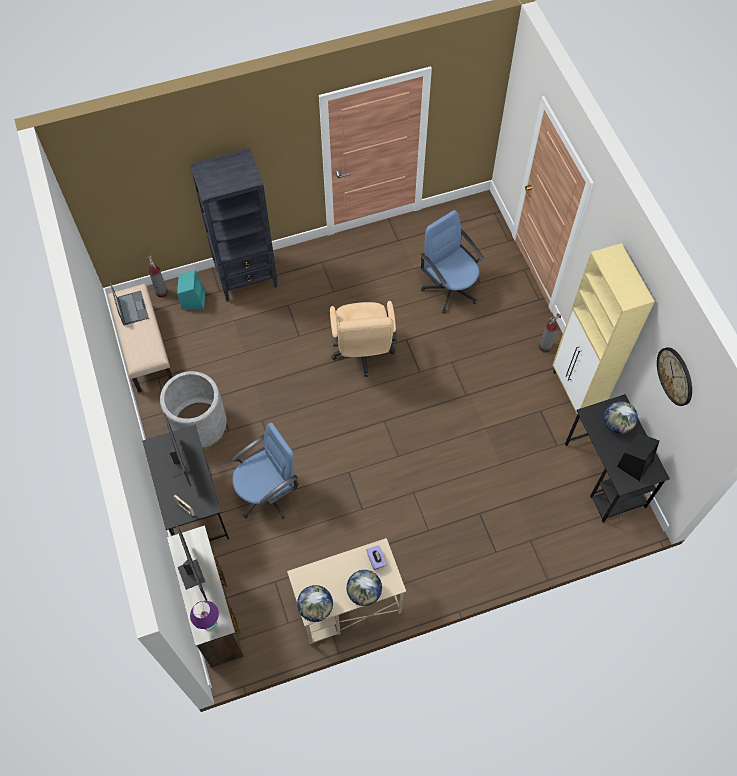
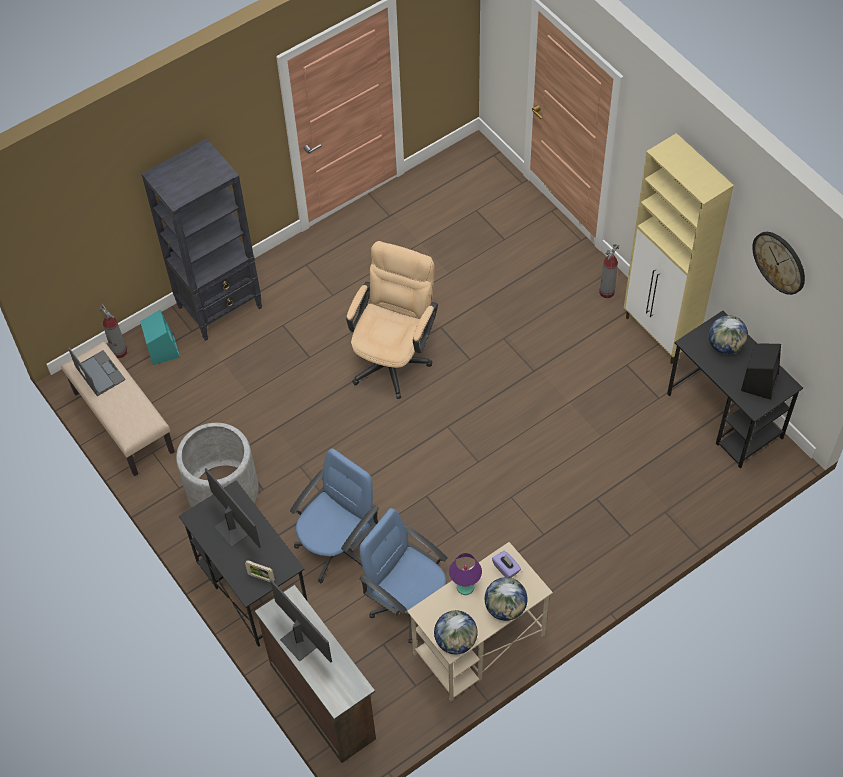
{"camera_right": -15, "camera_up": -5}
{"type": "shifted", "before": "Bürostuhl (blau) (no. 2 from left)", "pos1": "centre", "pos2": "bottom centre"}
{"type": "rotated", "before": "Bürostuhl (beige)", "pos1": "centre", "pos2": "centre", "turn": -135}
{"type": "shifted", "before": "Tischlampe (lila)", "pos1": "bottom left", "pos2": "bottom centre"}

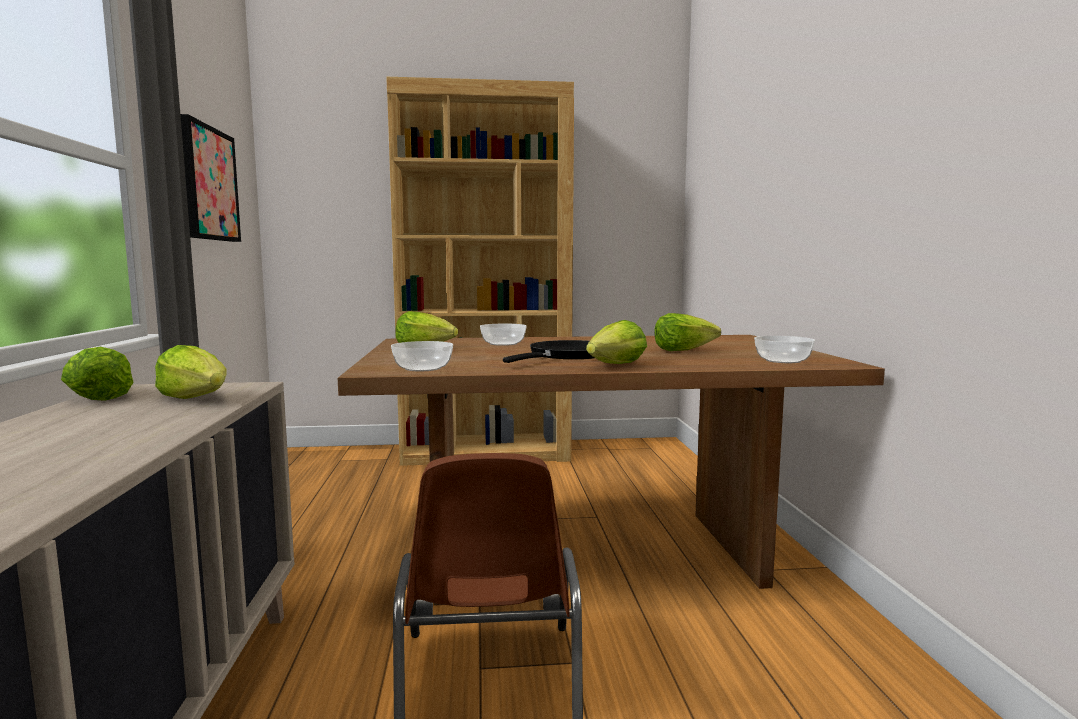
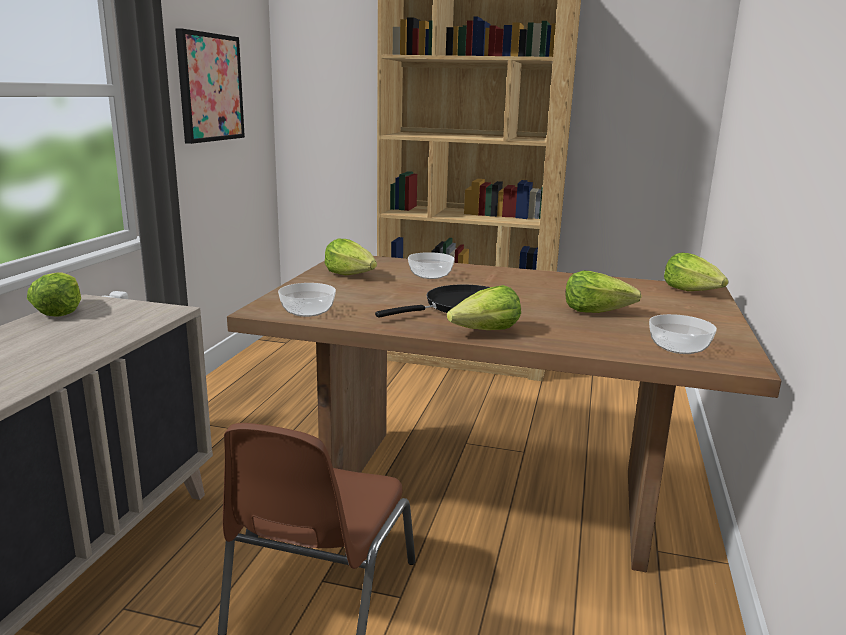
{"camera_right": 20, "camera_up": 10}
{"type": "shifted", "before": "Salatkopf (no. 2 from left in the first image)", "after": "Salatkopf (no. 5 from left)", "pos1": "middle left", "pos2": "middle right"}

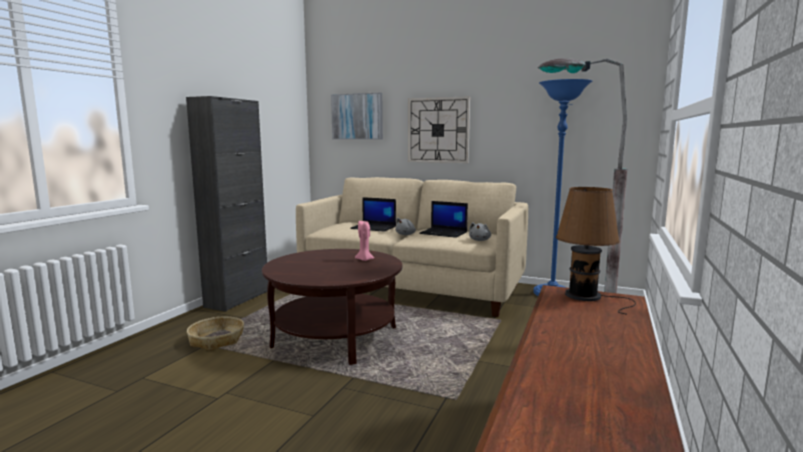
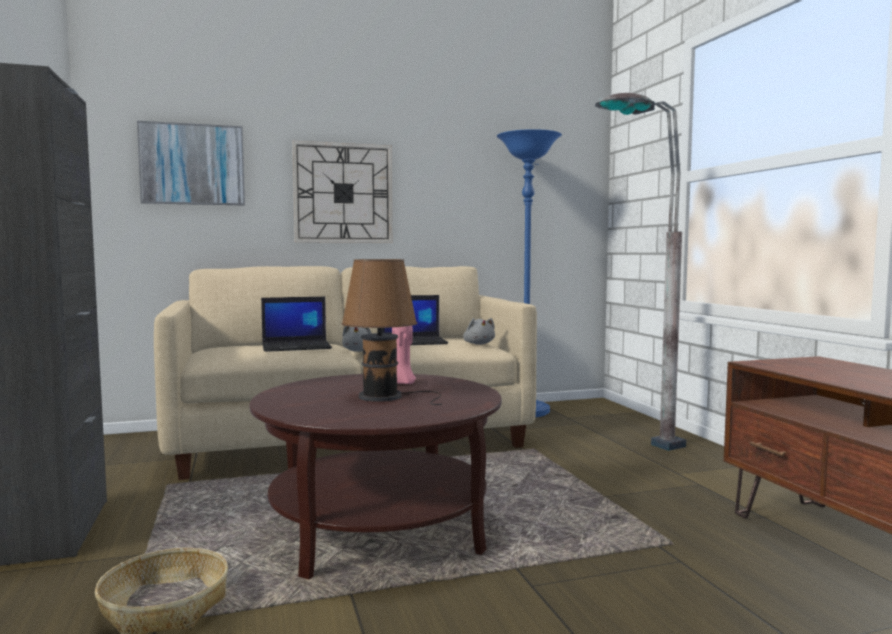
{"camera_right": -40, "camera_up": -5}
{"type": "shifted", "before": "Tischlampe (braun)", "pos1": "middle right", "pos2": "centre"}

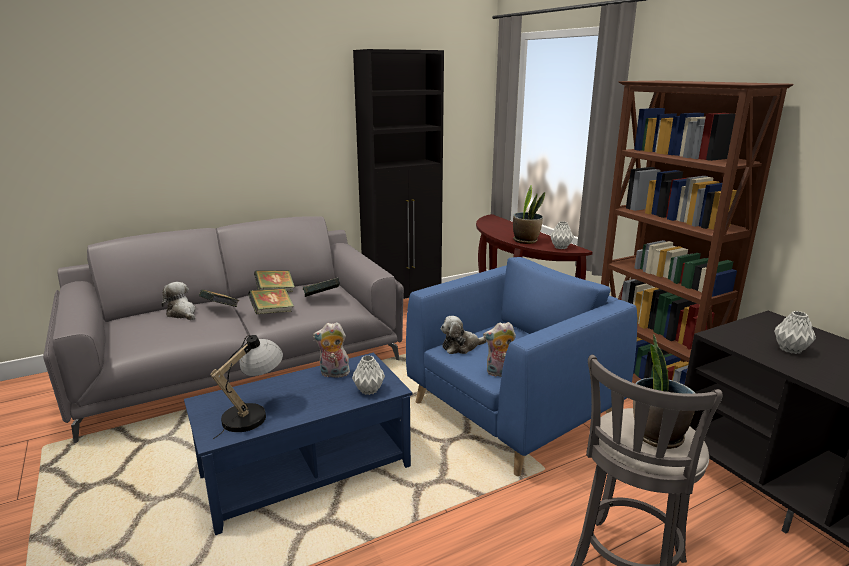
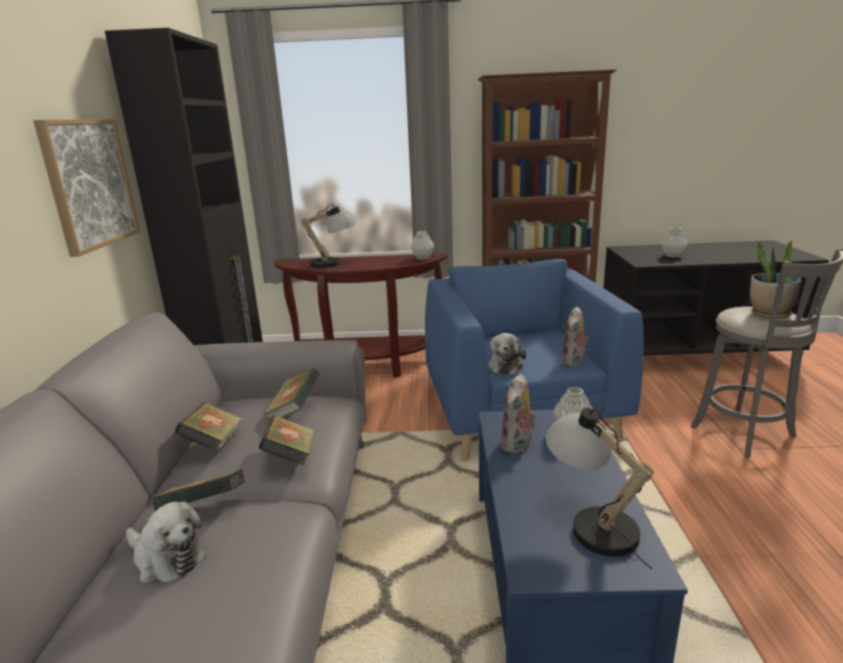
{"camera_right": -60, "camera_up": 0}
{"type": "gone", "before": "Topfpflanze (no. 1 from left)", "pos1": "centre"}
{"type": "rotated", "before": "Plüschtier (no. 1 from left)", "pos1": "middle left", "pos2": "bottom left", "turn": -135}
{"type": "new", "after": "Bild", "pos2": "top left"}
{"type": "new", "after": "Tischlampe (no. 1 from left)", "pos2": "centre"}

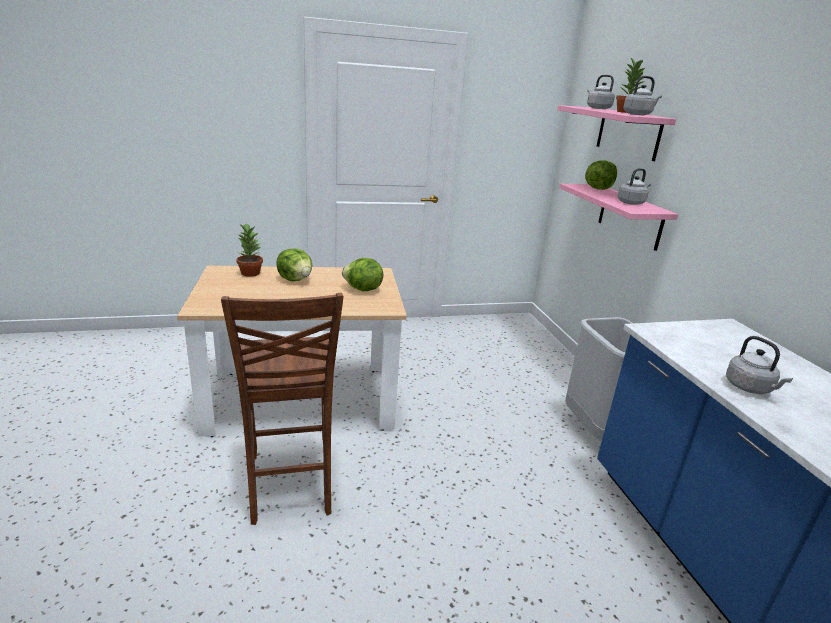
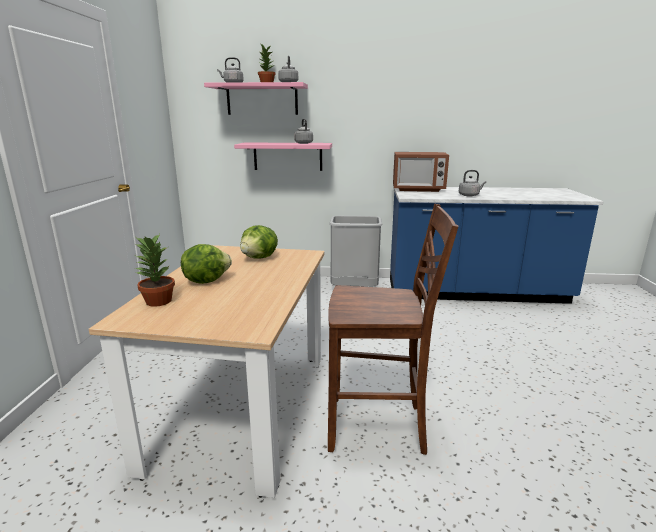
{"camera_right": -70, "camera_up": -5}
{"type": "gone", "before": "Salatkopf (no. 3 from left)", "pos1": "top right"}
{"type": "new", "after": "Mikrowelle", "pos2": "top centre"}

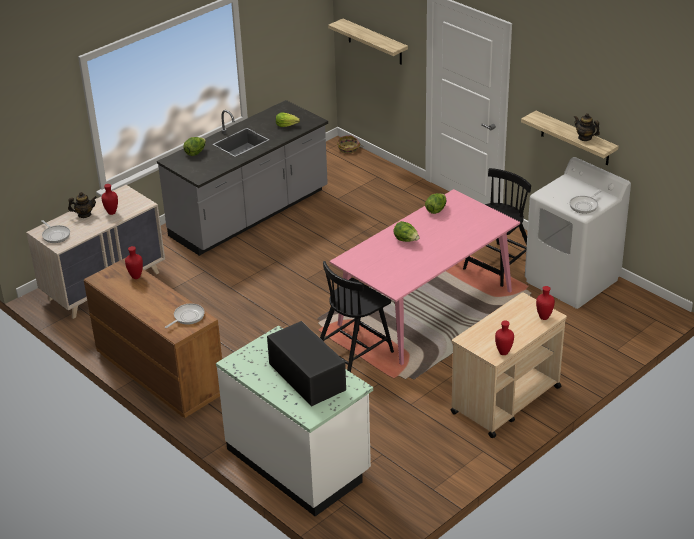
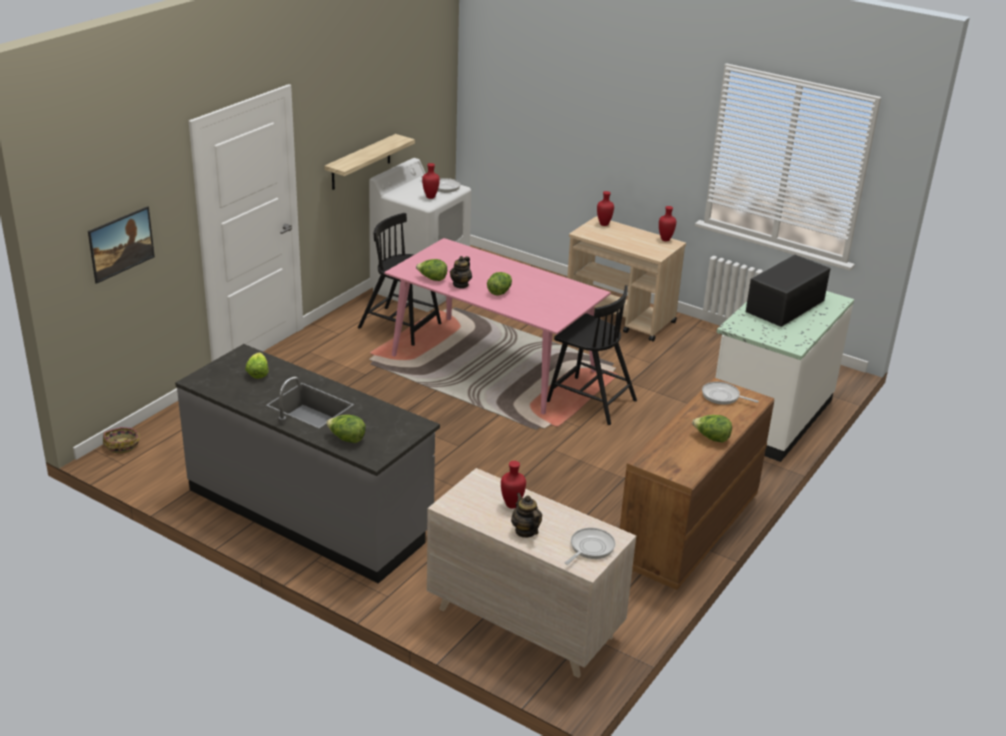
{"camera_right": -105, "camera_up": -5}
{"type": "swapped", "before": "Wandregal (no. 1 from left)", "after": "Bild", "pos1": "top centre", "pos2": "top left"}
{"type": "shifted", "before": "Teekanne (no. 2 from left in the first image)", "after": "Teekanne (no. 1 from left)", "pos1": "top right", "pos2": "centre"}
{"type": "shifted", "before": "Vase (rot) (no. 2 from left in the first image)", "after": "Vase (rot) (no. 1 from left)", "pos1": "middle left", "pos2": "top centre"}
{"type": "new", "after": "Salatkopf (no. 5 from left)", "pos2": "middle right"}

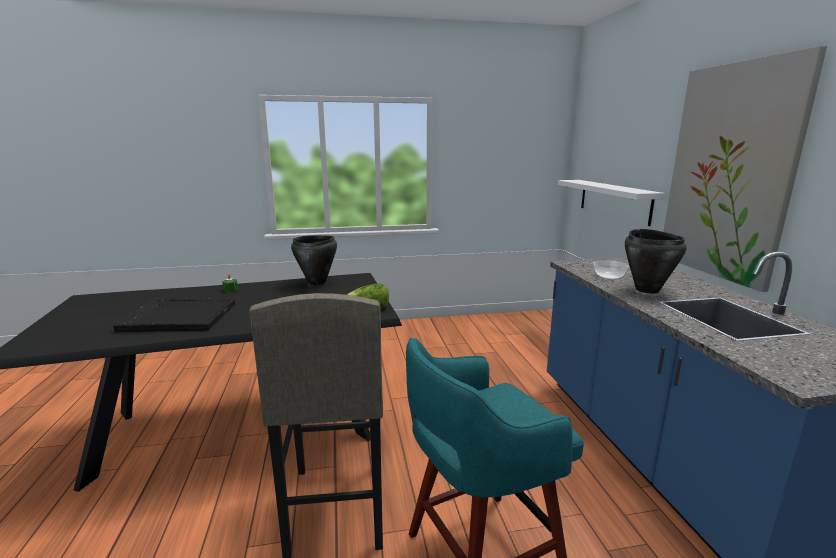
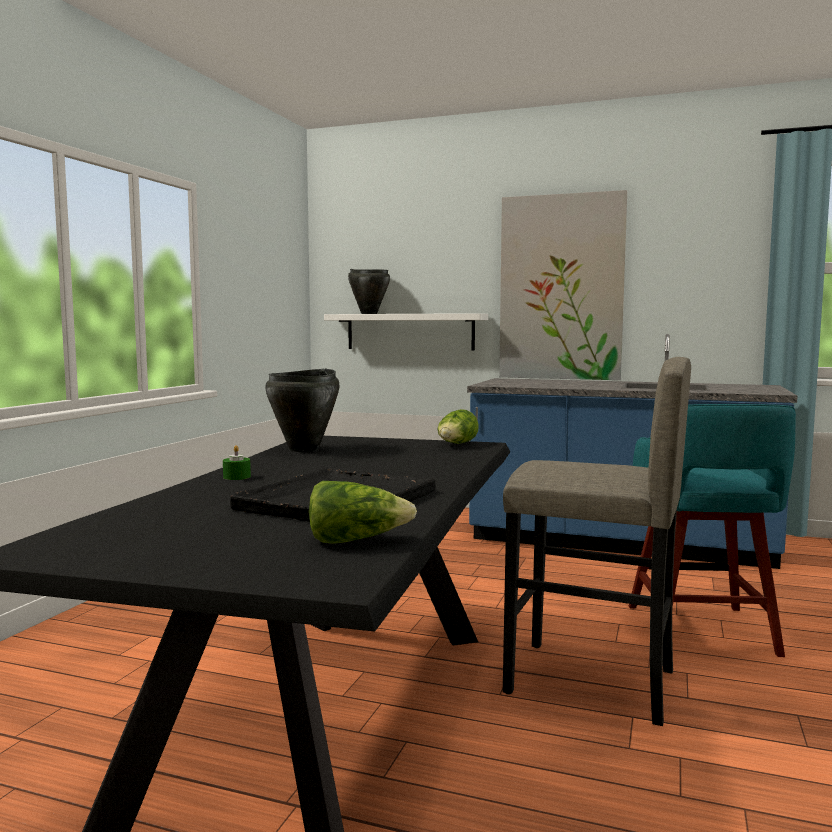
{"camera_right": -60, "camera_up": -10}
{"type": "shifted", "before": "Kochtopf (schwarz) (no. 2 from left)", "pos1": "middle right", "pos2": "centre"}
{"type": "gone", "before": "Schüssel", "pos1": "middle right"}
{"type": "new", "after": "Salatkopf (no. 1 from left)", "pos2": "centre"}

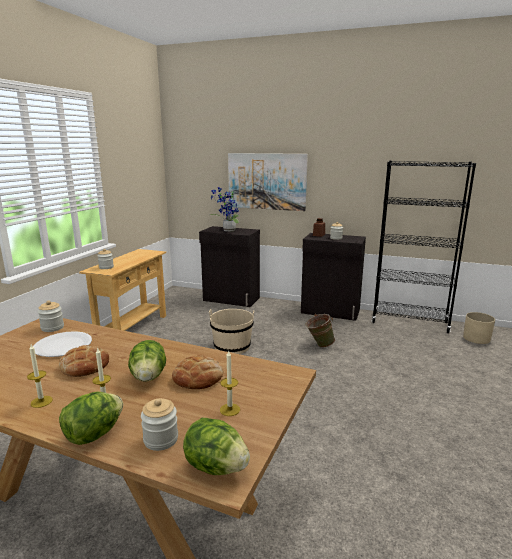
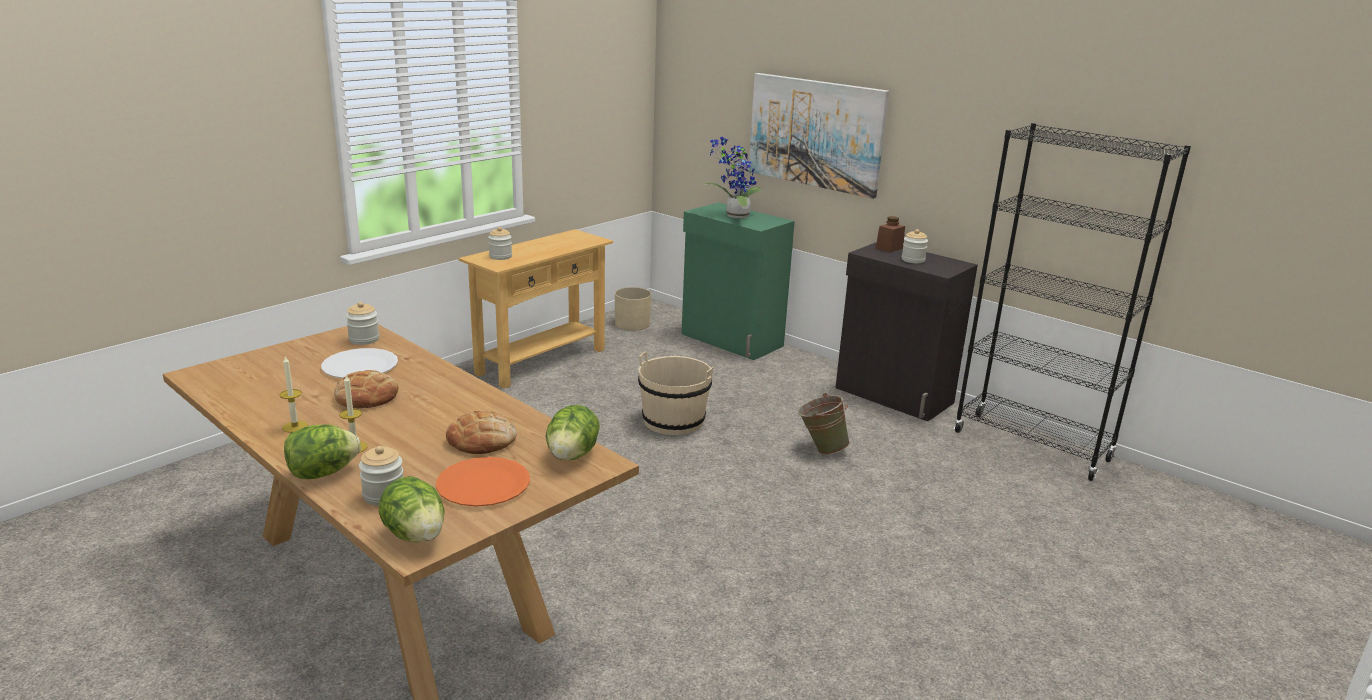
{"camera_right": 20, "camera_up": 5}
{"type": "repainted", "before": "Schrank (schwarz) (no. 1 from left)", "after": "Schrank (grün)", "pos1": "centre", "pos2": "centre"}
{"type": "shifted", "before": "Pflanzkübel (beige)", "pos1": "middle right", "pos2": "centre"}
{"type": "shifted", "before": "Salatkopf (no. 2 from left in the first image)", "after": "Salatkopf (no. 3 from left)", "pos1": "middle left", "pos2": "centre"}
{"type": "swapped", "before": "Kerze (no. 3 from left)", "after": "Teller (orange)", "pos1": "bottom centre", "pos2": "bottom centre"}

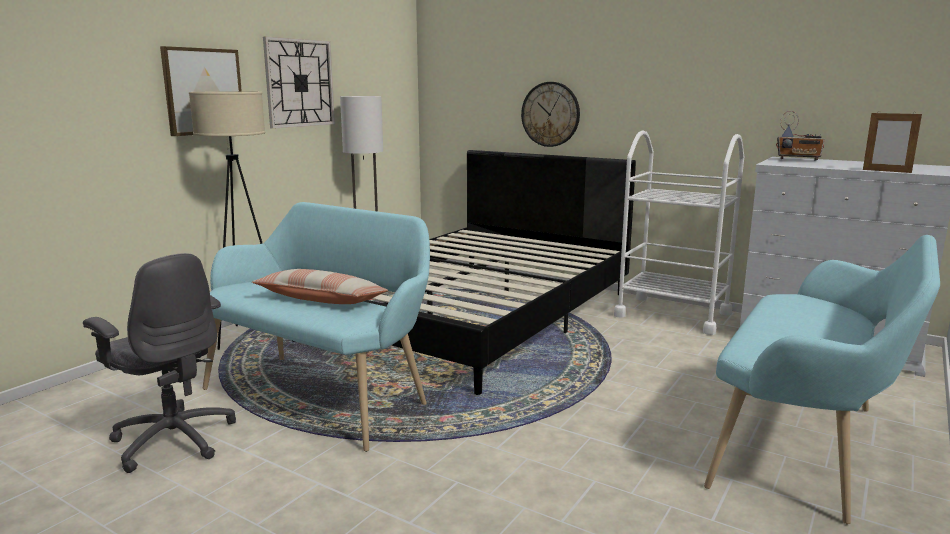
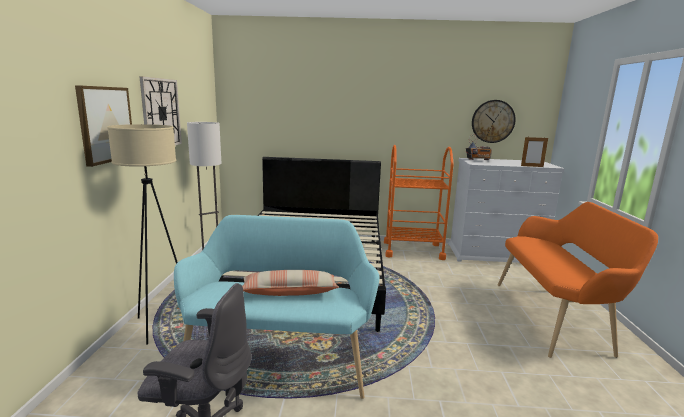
{"camera_right": -30, "camera_up": 0}
{"type": "shifted", "before": "Wanduhr (no. 2 from left)", "pos1": "top centre", "pos2": "top right"}
{"type": "repainted", "before": "Rollwagen (weiß)", "after": "Rollwagen (orange)", "pos1": "middle right", "pos2": "centre"}
{"type": "repainted", "before": "Bank (türkis) (no. 2 from left)", "after": "Bank (orange)", "pos1": "bottom right", "pos2": "bottom right"}

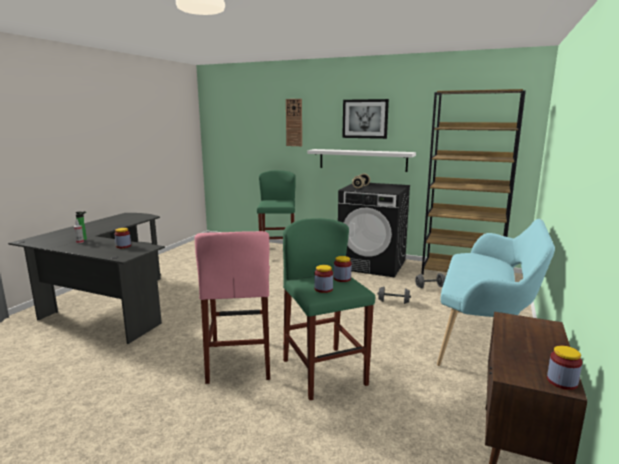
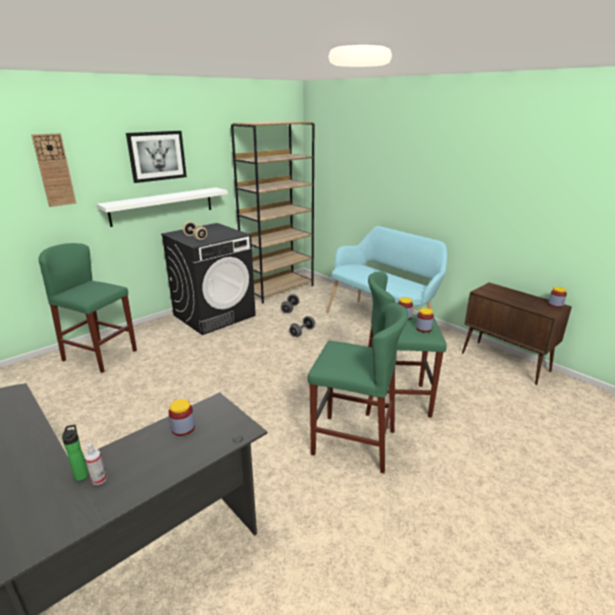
{"camera_right": -65, "camera_up": 10}
{"type": "repainted", "before": "Hocker (rosa)", "after": "Hocker (grün) (no. 2 from left)", "pos1": "centre", "pos2": "centre"}

